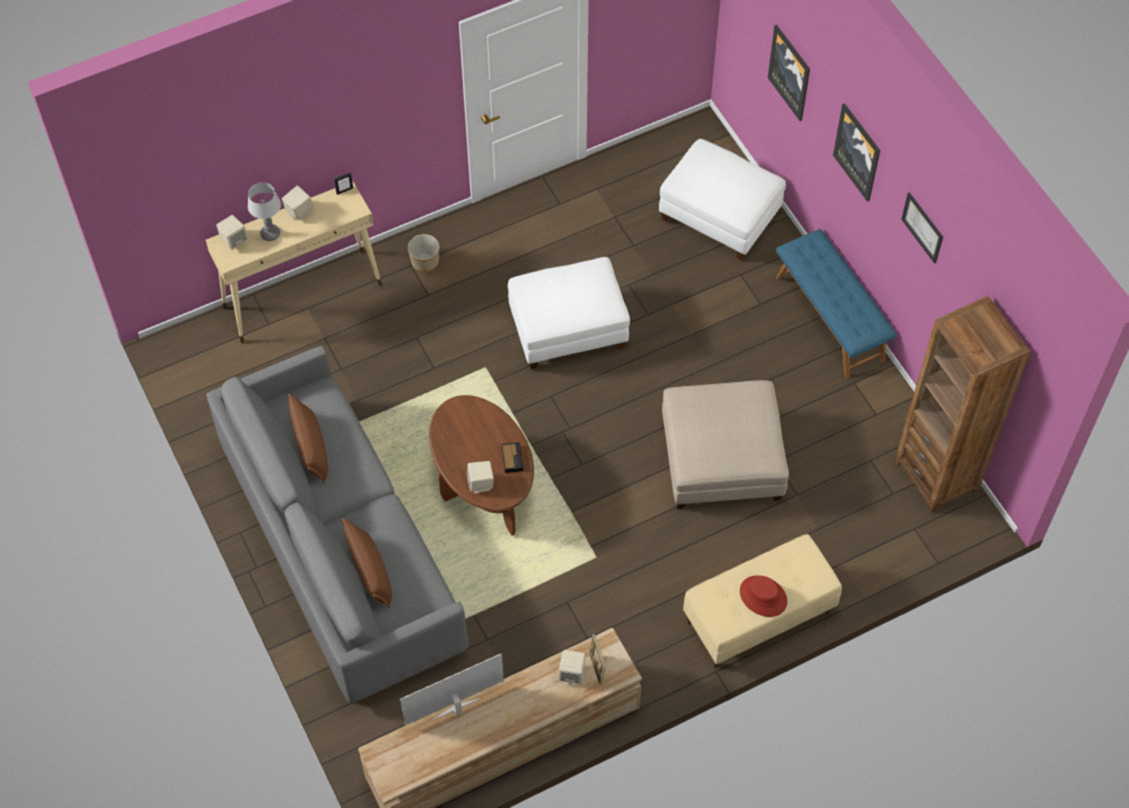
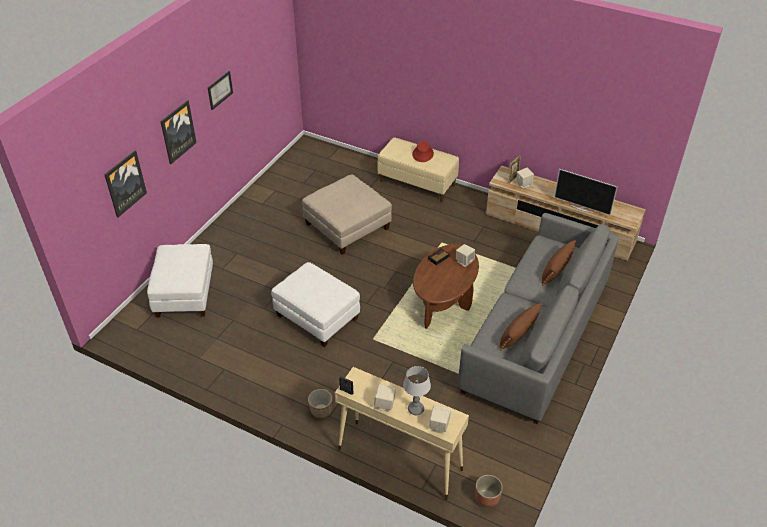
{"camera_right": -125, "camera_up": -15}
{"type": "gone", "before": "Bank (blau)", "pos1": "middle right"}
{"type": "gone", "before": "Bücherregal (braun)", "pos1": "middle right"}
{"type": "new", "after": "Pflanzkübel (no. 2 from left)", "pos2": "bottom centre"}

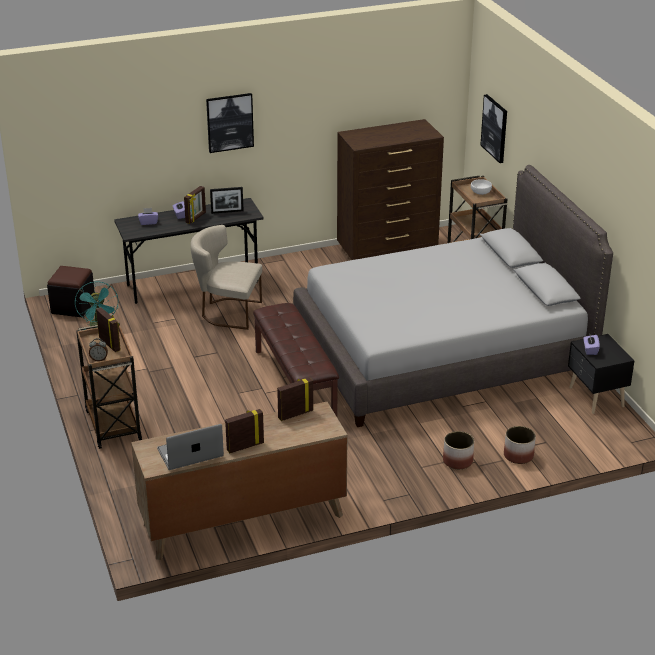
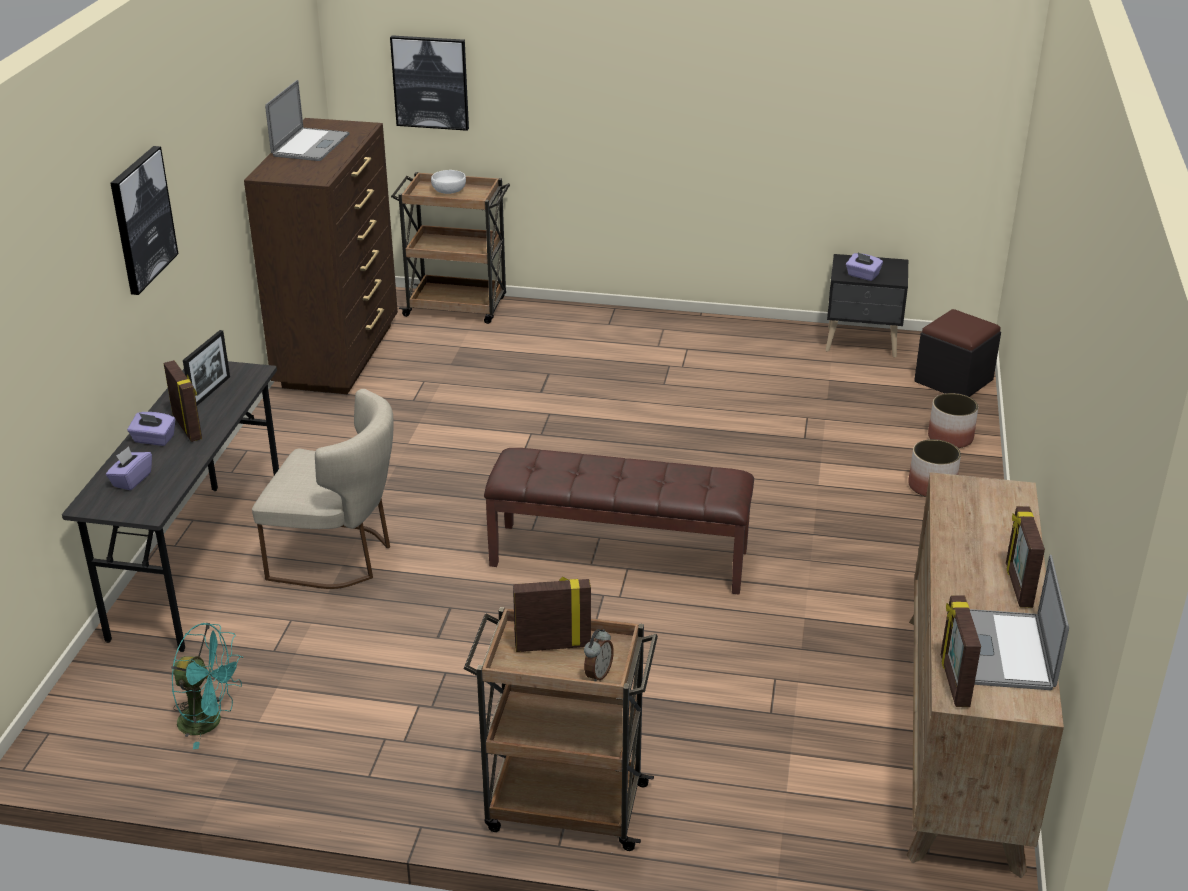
{"camera_right": -60, "camera_up": 0}
{"type": "gone", "before": "Bett (grau)", "pos1": "middle right"}
{"type": "rotated", "before": "Stuhl (beige)", "pos1": "centre", "pos2": "middle left", "turn": -120}
{"type": "shifted", "before": "Polsterhocker (schwarz)", "pos1": "middle left", "pos2": "middle right"}
{"type": "shifted", "before": "Bilderrahmen (no. 5 from left in the first image)", "after": "Bilderrahmen (no. 4 from left)", "pos1": "centre", "pos2": "bottom right"}
{"type": "new", "after": "Laptop (no. 1 from left)", "pos2": "top left"}

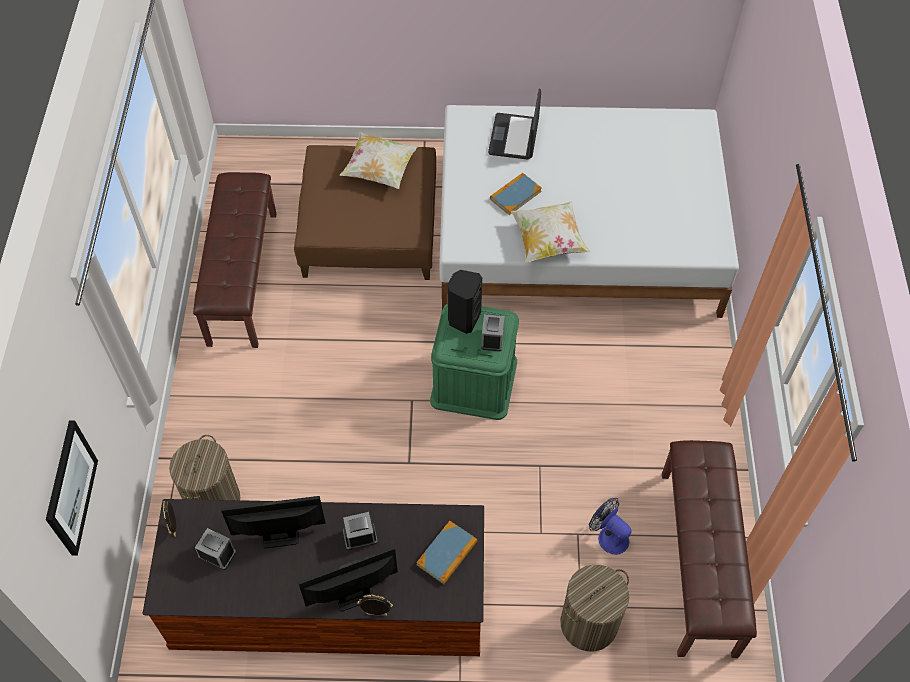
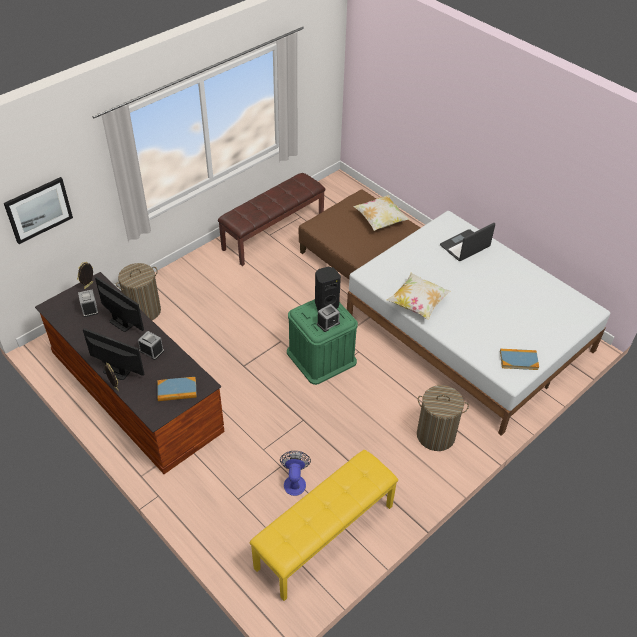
{"camera_right": 45, "camera_up": -10}
{"type": "shifted", "before": "Buch (no. 2 from left)", "pos1": "top centre", "pos2": "middle right"}
{"type": "repainted", "before": "Bank (braun) (no. 2 from left)", "after": "Bank (gelb)", "pos1": "bottom right", "pos2": "bottom centre"}
{"type": "shifted", "before": "Wäschekorb (no. 2 from left)", "pos1": "bottom centre", "pos2": "middle right"}

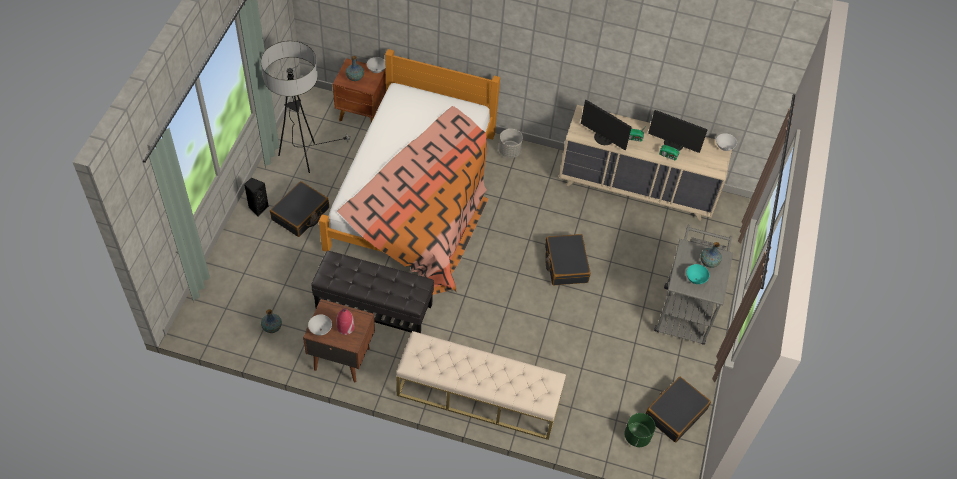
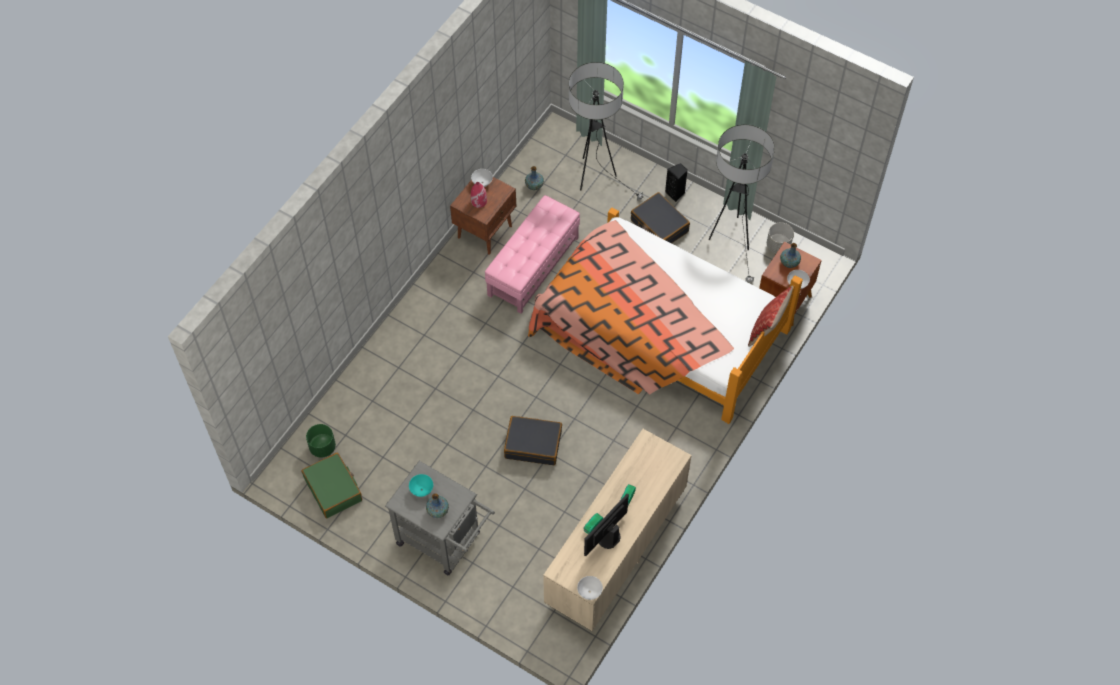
{"camera_right": 110, "camera_up": 5}
{"type": "gone", "before": "Monitor (no. 1 from left)", "pos1": "top centre"}
{"type": "shifted", "before": "Pflanzkübel (grau)", "pos1": "top centre", "pos2": "middle right"}
{"type": "repainted", "before": "Polsterhocker (schwarz)", "after": "Polsterhocker (rosa)", "pos1": "centre", "pos2": "centre"}
{"type": "gone", "before": "Bank (beige)", "pos1": "bottom centre"}
{"type": "repainted", "before": "Koffer (schwarz) (no. 3 from left)", "after": "Koffer (grün)", "pos1": "bottom right", "pos2": "bottom left"}
{"type": "new", "after": "Stehlampe (no. 1 from left)", "pos2": "top centre"}
{"type": "new", "after": "Kissen", "pos2": "middle right"}

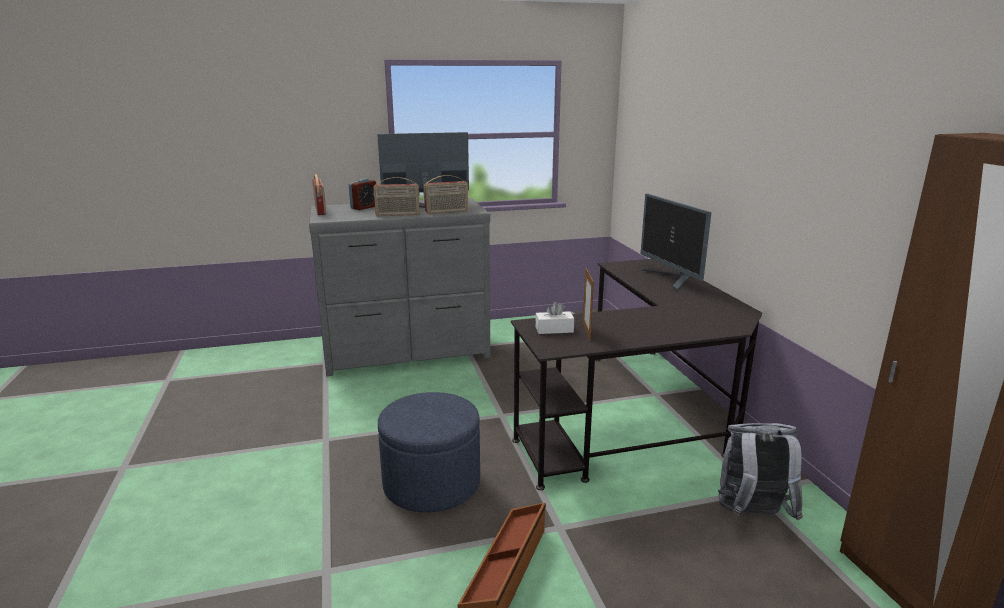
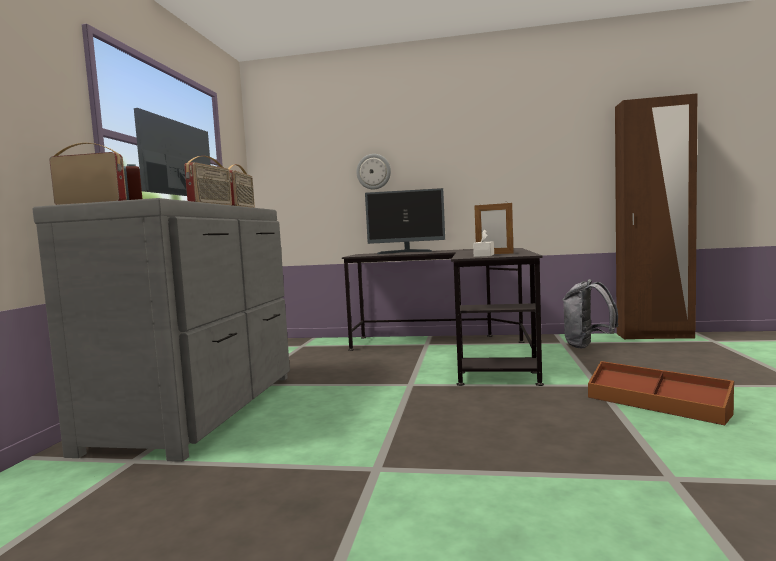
{"camera_right": -65, "camera_up": -15}
{"type": "gone", "before": "Polsterhocker (blau)", "pos1": "bottom centre"}
{"type": "new", "after": "Wanduhr", "pos2": "top centre"}

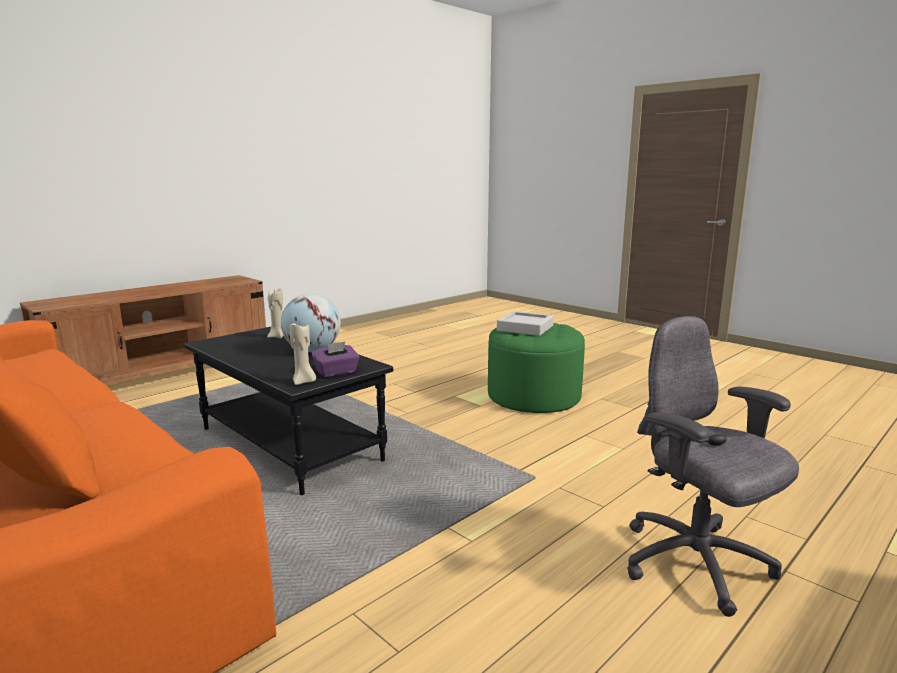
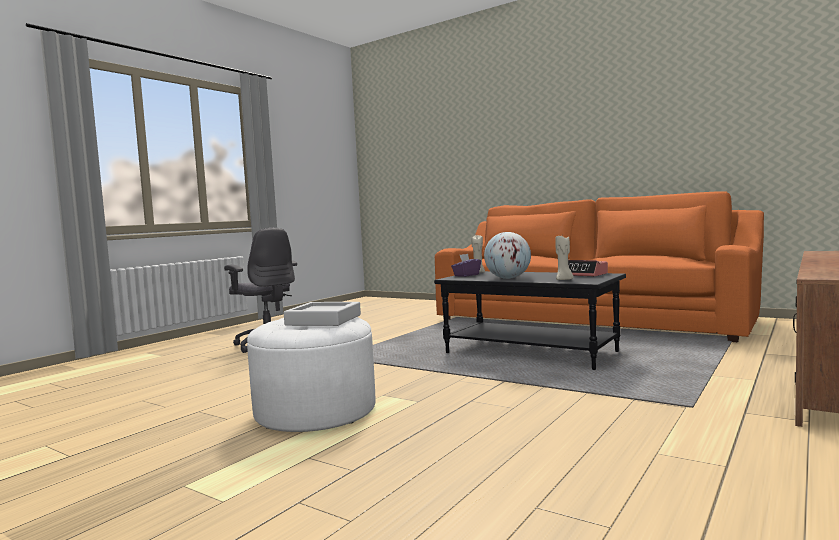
{"camera_right": 170, "camera_up": -10}
{"type": "repainted", "before": "Polsterhocker (grün)", "after": "Polsterhocker (weiß)", "pos1": "centre", "pos2": "bottom centre"}
{"type": "new", "after": "Wecker", "pos2": "middle right"}

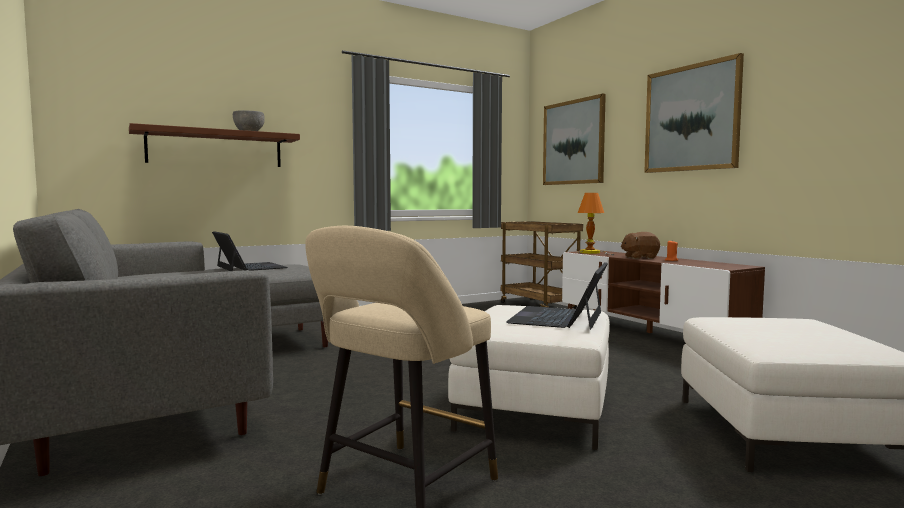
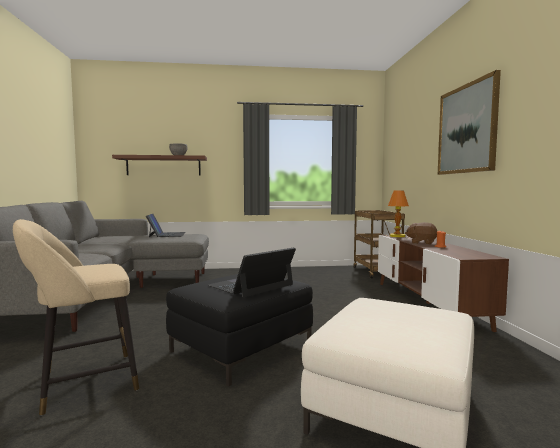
{"camera_right": 25, "camera_up": 0}
{"type": "gone", "before": "Bild (no. 1 from left)", "pos1": "top centre"}
{"type": "repainted", "before": "Polsterhocker (weiß) (no. 1 from left)", "after": "Polsterhocker (schwarz)", "pos1": "bottom centre", "pos2": "bottom centre"}

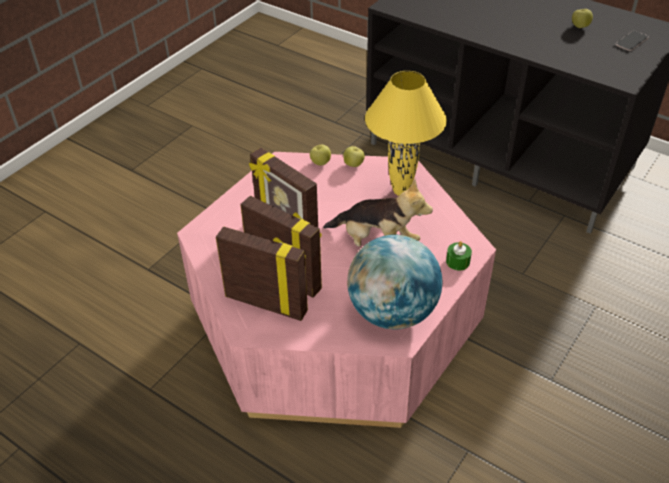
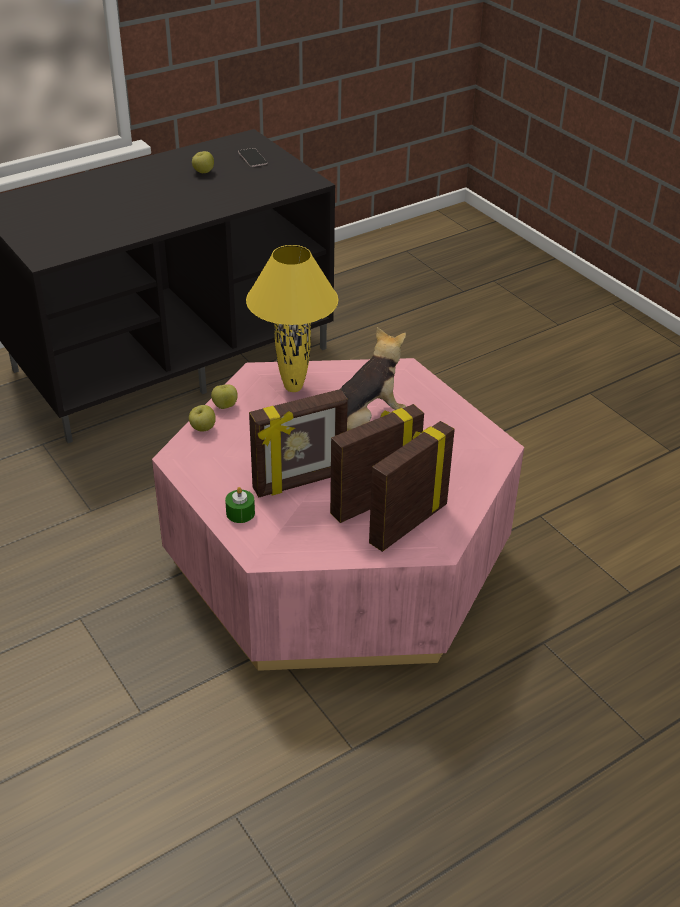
{"camera_right": -70, "camera_up": -5}
{"type": "gone", "before": "Globus", "pos1": "centre"}
{"type": "shifted", "before": "Kerze (grün)", "pos1": "middle right", "pos2": "centre"}

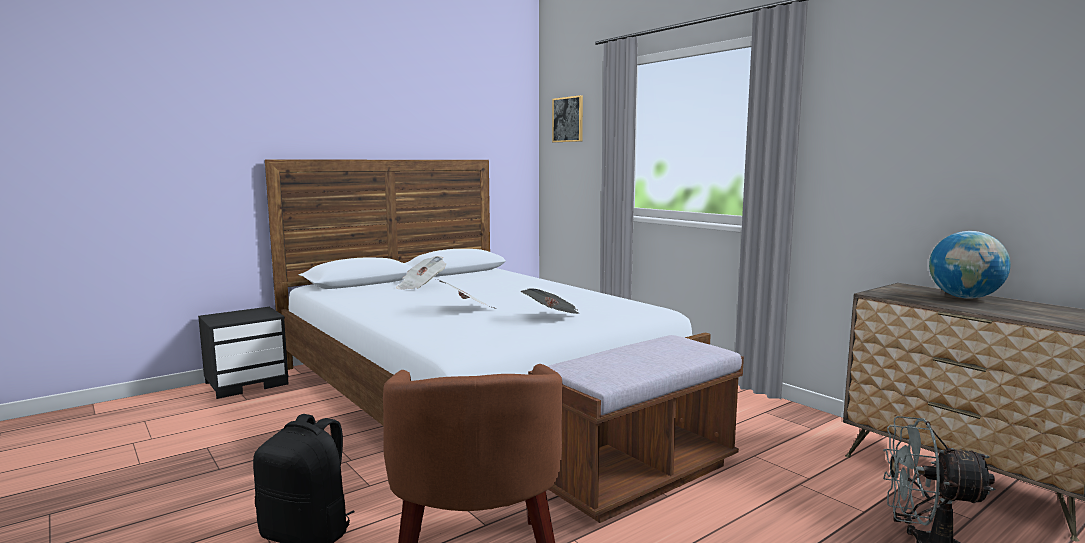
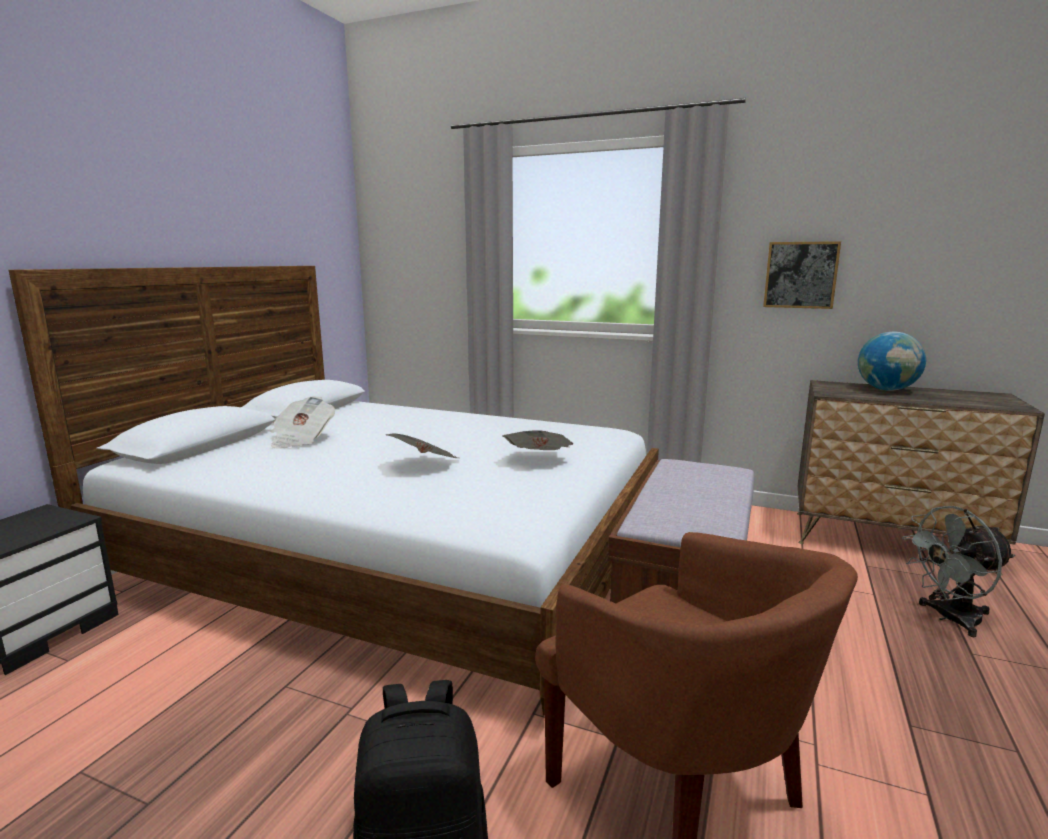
{"camera_right": -30, "camera_up": 5}
{"type": "shifted", "before": "Bild", "pos1": "top centre", "pos2": "top right"}

